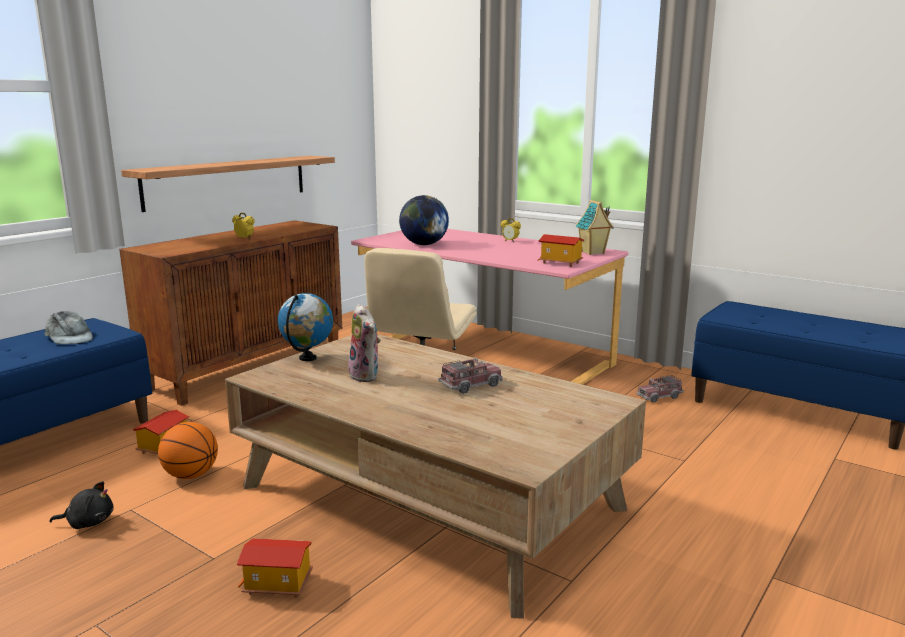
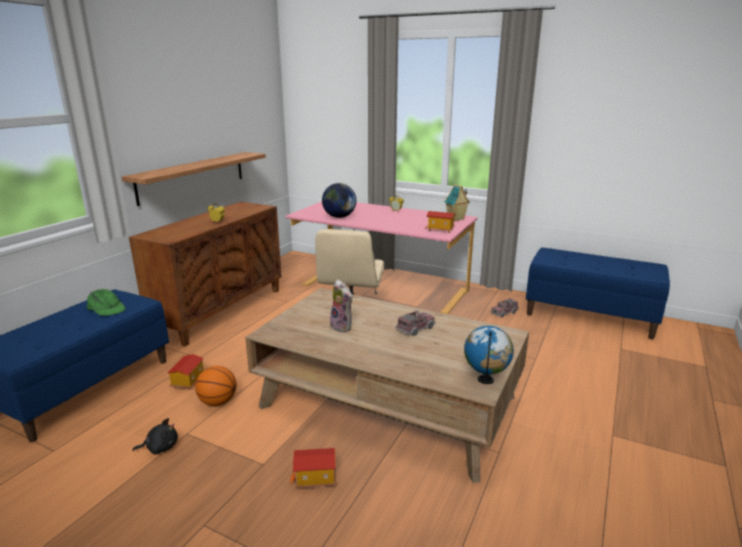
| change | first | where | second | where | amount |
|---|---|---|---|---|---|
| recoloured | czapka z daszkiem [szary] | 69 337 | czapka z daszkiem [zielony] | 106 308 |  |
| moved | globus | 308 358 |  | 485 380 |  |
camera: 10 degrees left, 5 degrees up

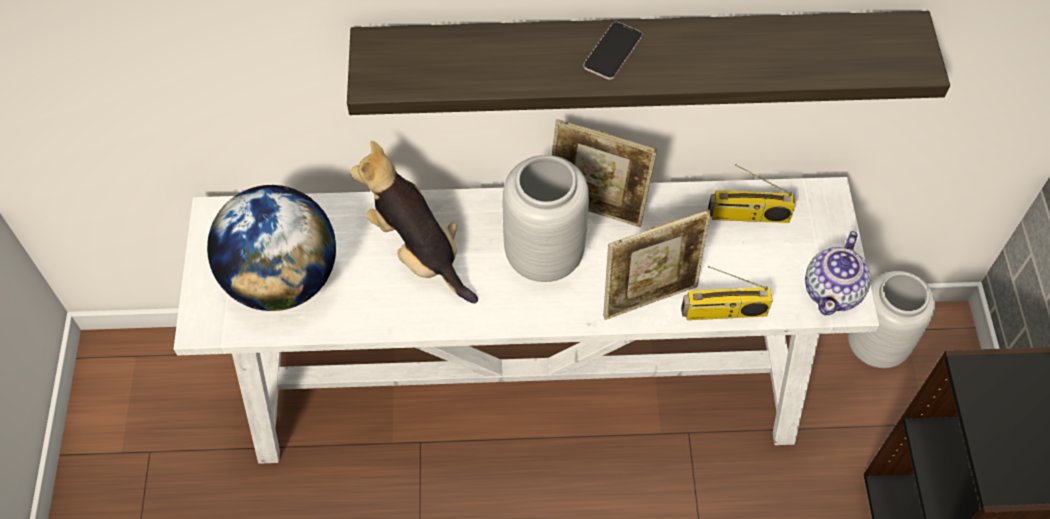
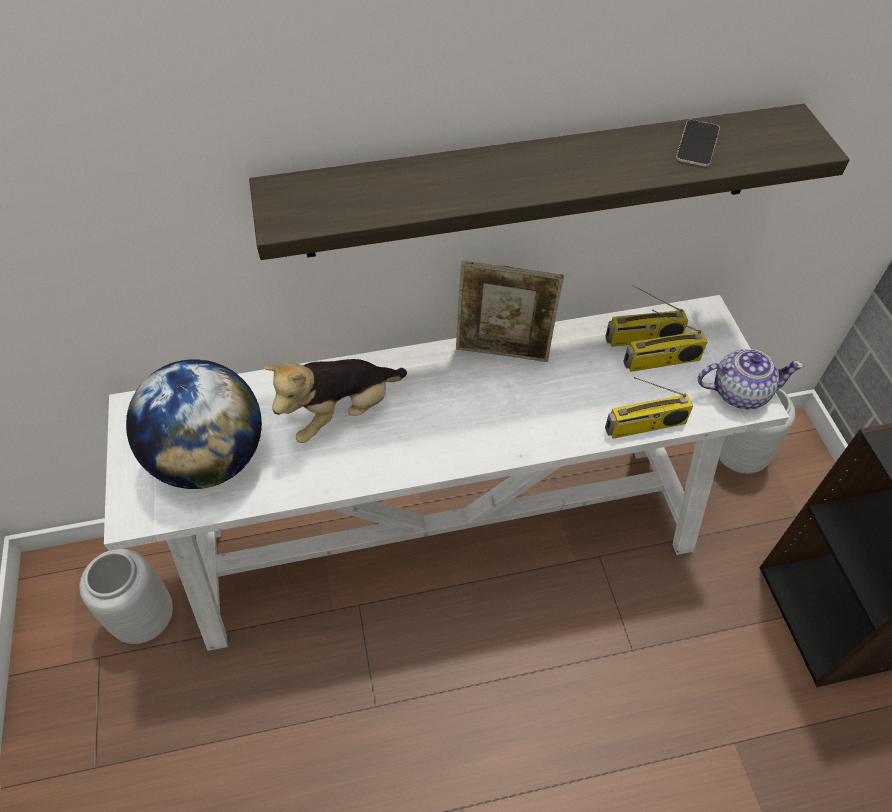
| change | first | where | second | where | amount |
|---|---|---|---|---|---|
| turned | pluszak | 419 251 |  | 342 413 | 75 degrees counterclockwise |
| moved | wazon [szary] | 543 257 |  | 144 619 |  |
| moved | telefon | 613 51 |  | 697 144 |  |
| removed | ramka na zdjęcie | 649 297 |  |  |  |
| turned | imbryk | 833 290 |  | 738 392 | 105 degrees counterclockwise |
| added |  |  | radio | 661 362 |  |
camera: 10 degrees left, 5 degrees down

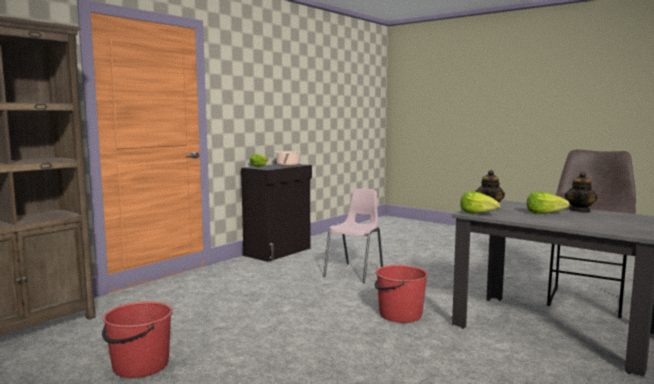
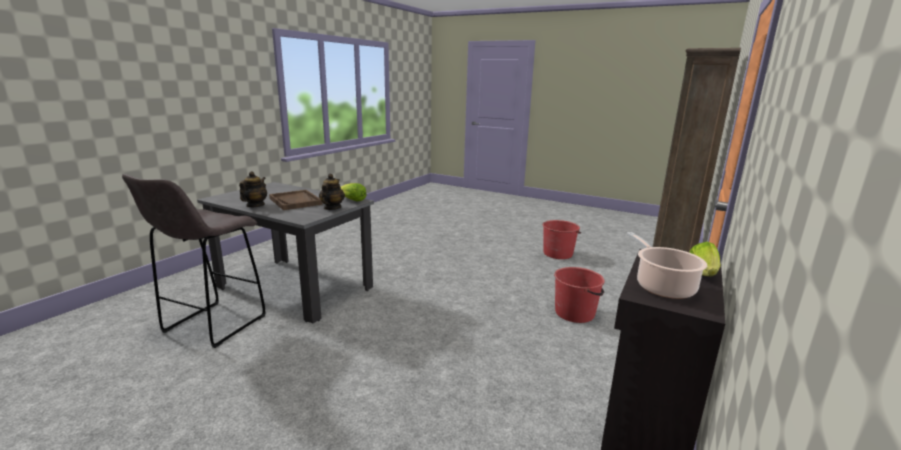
| change | first | where | second | where | amount |
|---|---|---|---|---|---|
| removed | krzesło [różowy] | 355 272 |  |  |  |
| moved | wiadro [czerwony] | 399 314 |  | 575 313 |  |
| replaced | sałata | 544 213 | taca [brązowy] | 295 201 |  |
camera: 170 degrees right, 10 degrees up

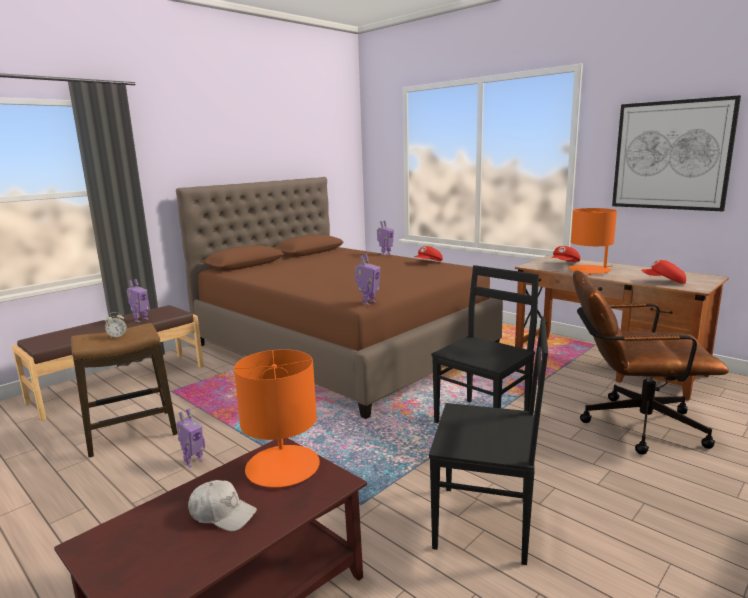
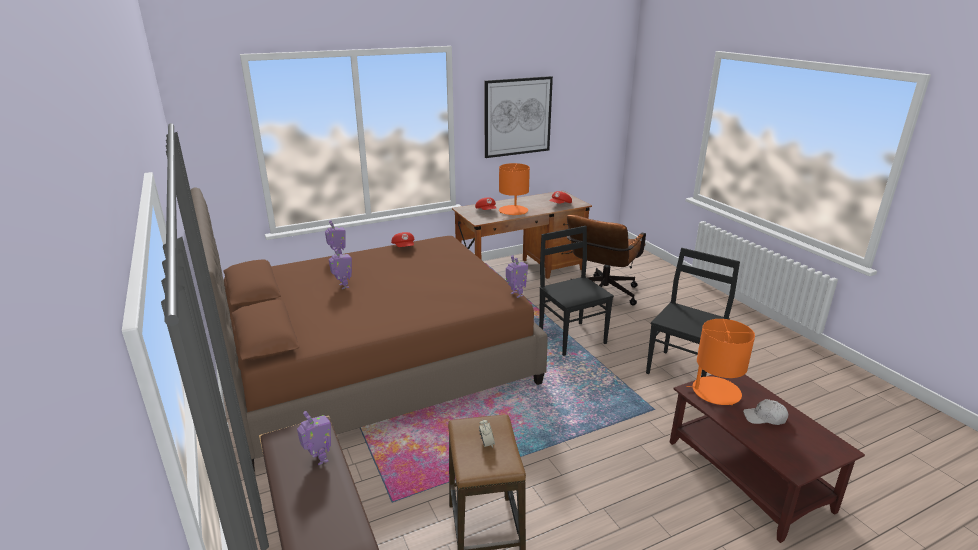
| change | first | where | second | where | amount |
|---|---|---|---|---|---|
| moved | robot zabawkowy | 193 462 |  | 343 286 |  |
| turned | czapka z daszkiem [biały] | 222 514 |  | 764 418 | 120 degrees counterclockwise |
camera: 70 degrees left, 10 degrees up

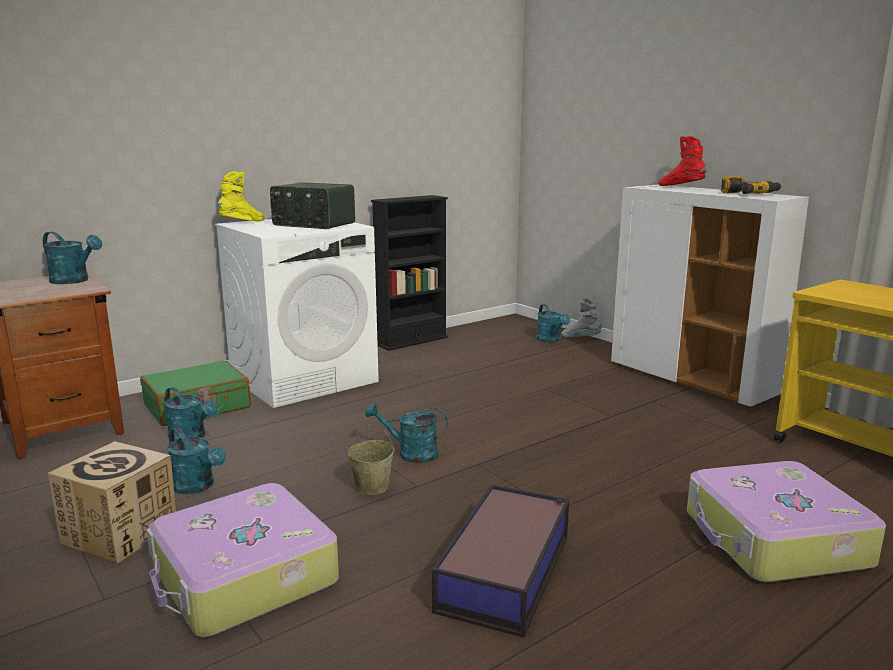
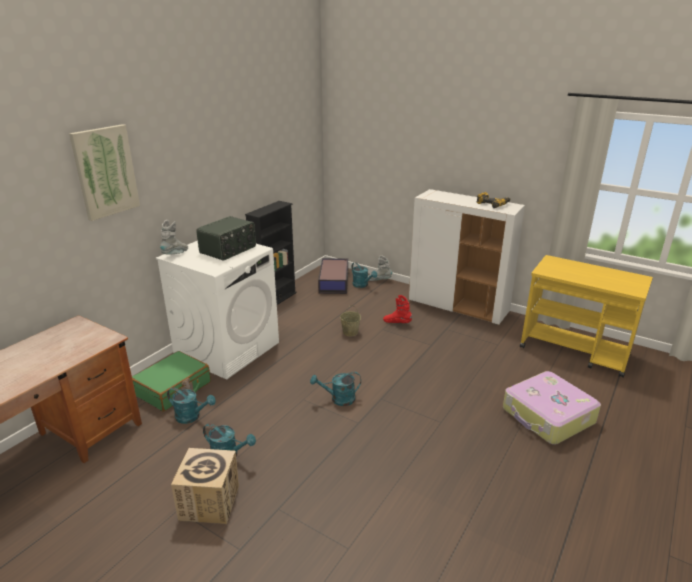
| change | first | where | second | where | amount |
|---|---|---|---|---|---|
| removed | konewka [turkusowy] | 74 281 |  |  |  |
| removed | walizka | 243 577 |  |  |  |
| recoloured | but z cholewką [żółty] | 243 223 | but z cholewką [szary] | 176 254 |  |
| turned | radio | 313 224 |  | 229 250 | 60 degrees counterclockwise |
| moved | wiadro [beżowy] | 372 486 |  | 350 332 |  |
| moved | pojemnik do przechowywania | 506 571 |  | 334 281 |  |
| moved | but z cholewką [czerwony] | 681 187 |  | 397 323 |  |
| added |  |  | obraz | 105 171 |  |
camera: 20 degrees left, 10 degrees up

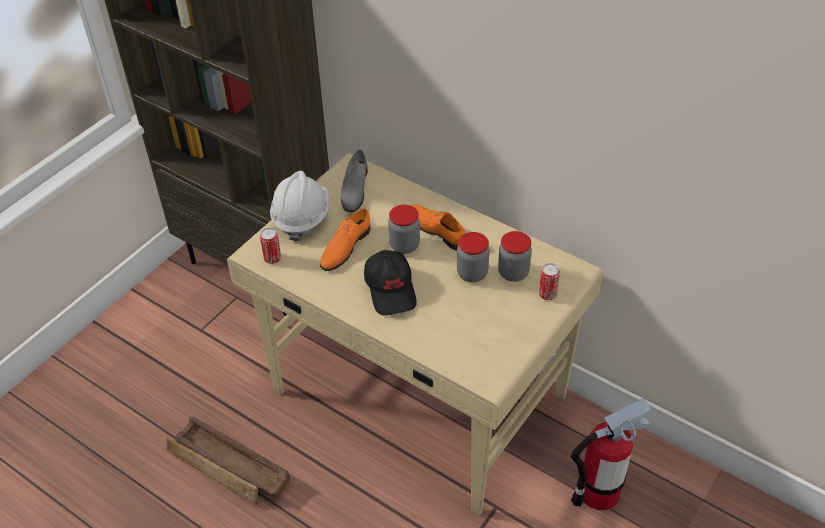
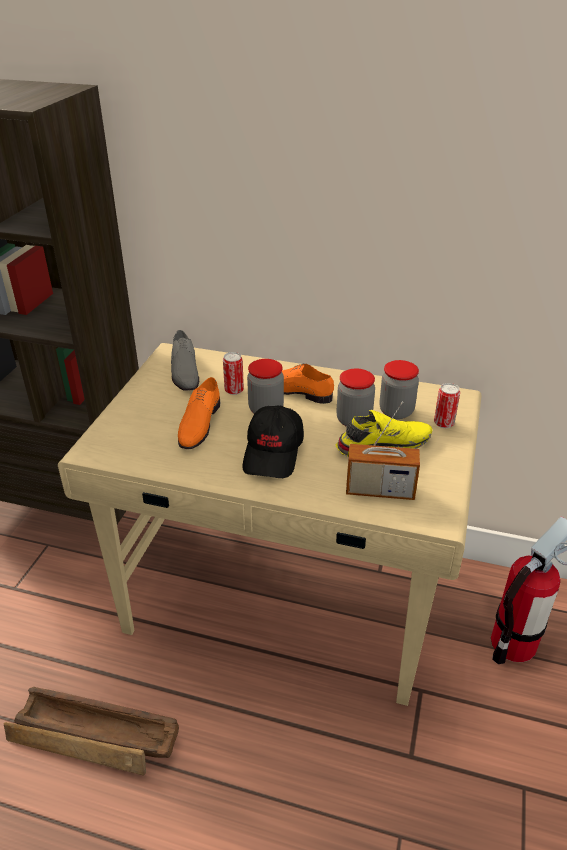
| change | first | where | second | where | amount |
|---|---|---|---|---|---|
| moved | puszka | 272 258 |  | 234 390 |  |
| removed | kask [biały] | 301 217 |  |  |  |
| turned | czapka z daszkiem [czarny] | 391 289 |  | 274 453 | 45 degrees clockwise |
| added |  |  | but [żółty] | 383 444 |  |
| added |  |  | radio | 380 490 |  |
camera: 20 degrees left, 10 degrees down

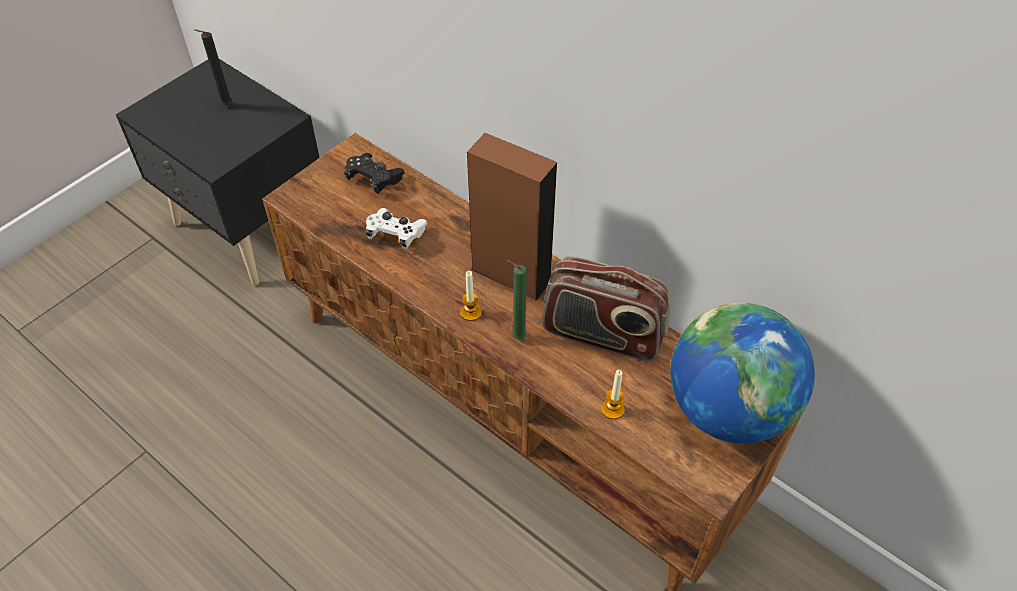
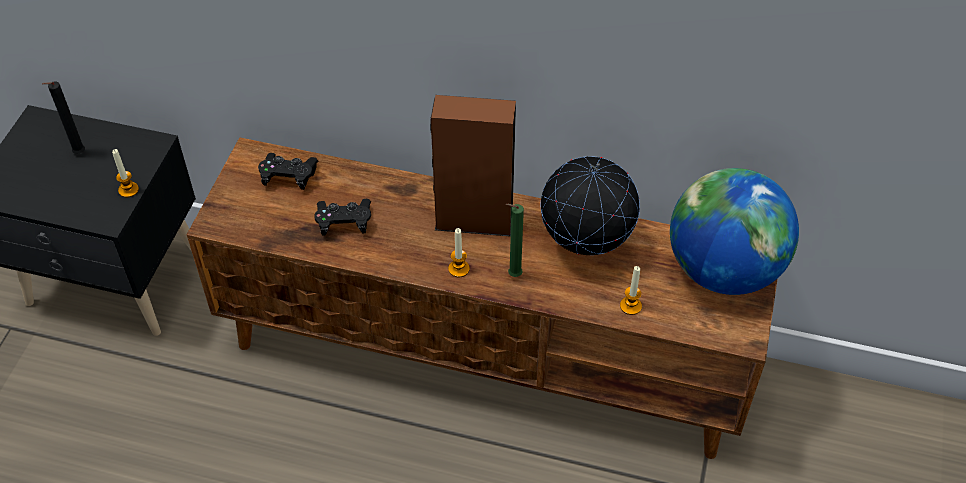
| change | first | where | second | where | amount |
|---|---|---|---|---|---|
| recoloured | pad do gier [biały] | 396 234 | pad do gier [czarny] | 344 222 |  |
| replaced | radio | 602 334 | globus | 586 245 |  |
| added |  |  | świeca | 128 190 |  |
camera: 25 degrees left, 0 degrees up

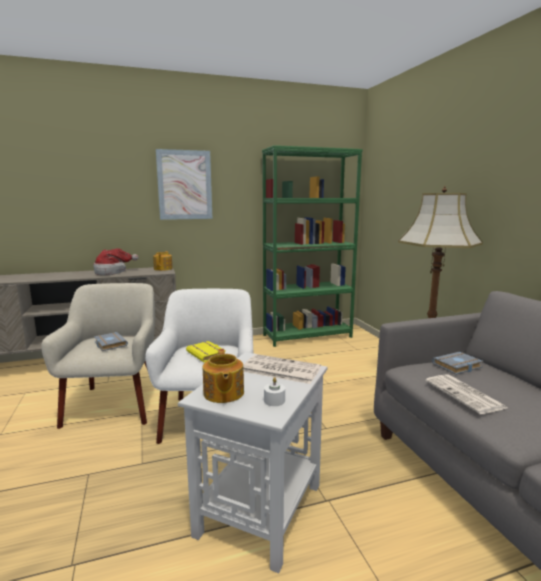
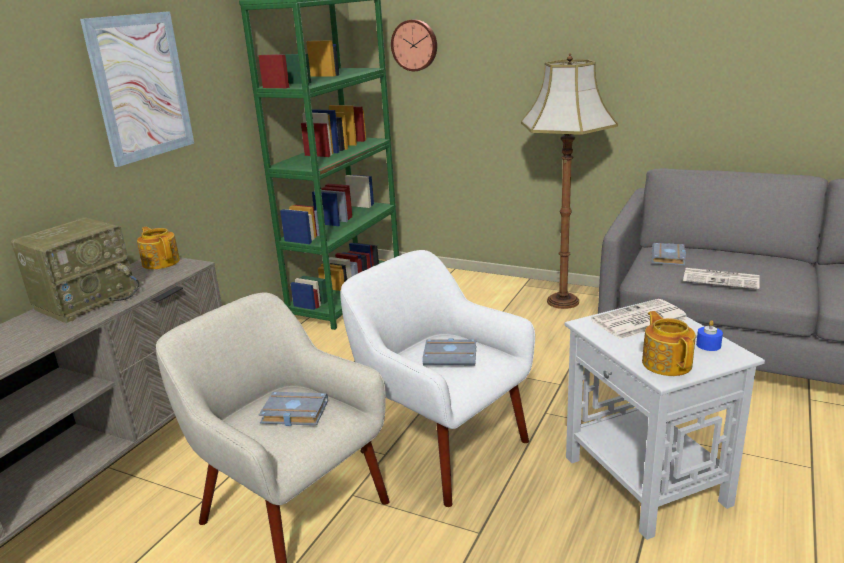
| change | first | where | second | where | amount |
|---|---|---|---|---|---|
| replaced | kapelusz | 112 272 | radio | 86 301 |  |
| recoloured | książka [żółty] | 207 354 | książka [szary] | 451 356 |  |
| turned | imbryk | 223 393 |  | 666 363 | 135 degrees counterclockwise |
| recoloured | świeca [biały] | 274 400 | świeca [niebieski] | 708 345 |  |
| added |  |  | zegar ścienny | 415 45 |  |
camera: 45 degrees left, 10 degrees up

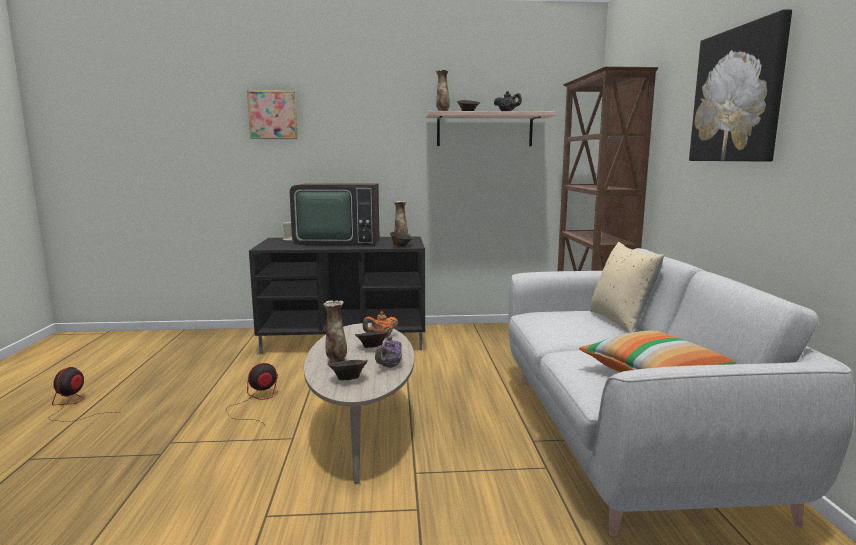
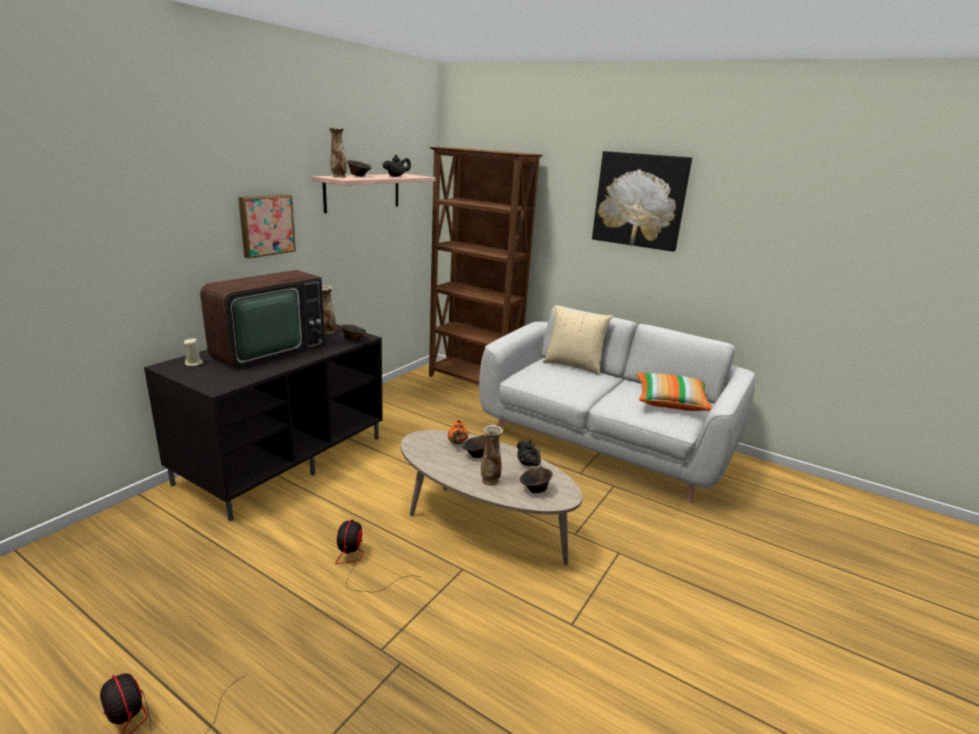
| change | first | where | second | where | amount |
|---|---|---|---|---|---|
| moved | obraz | 273 115 |  | 266 225 |  |
| recoloured | imbryk [fioletowy] | 389 366 | imbryk [czarny] | 528 464 |  |
camera: 55 degrees left, 10 degrees up

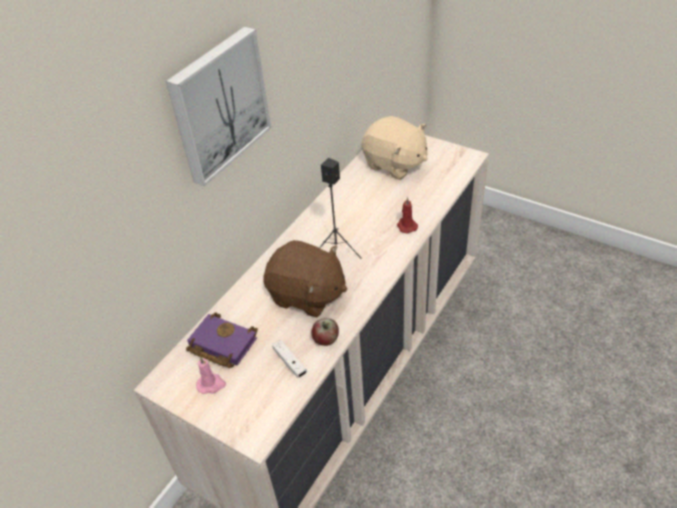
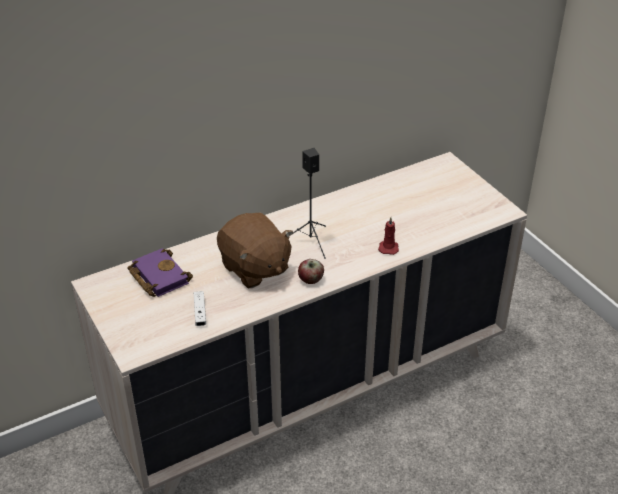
| change | first | where | second | where | amount |
|---|---|---|---|---|---|
| removed | obraz | 218 105 |  |  |  |
| removed | świeca [różowy] | 211 384 |  |  |  |
| moved | jabłko | 326 340 |  | 310 280 |  |
| removed | pluszak [beżowy] | 394 164 |  |  |  |
camera: 25 degrees right, 5 degrees down

